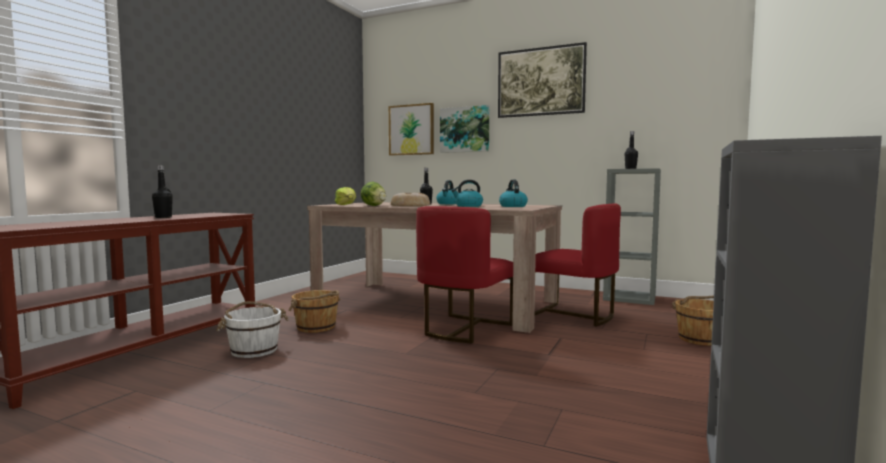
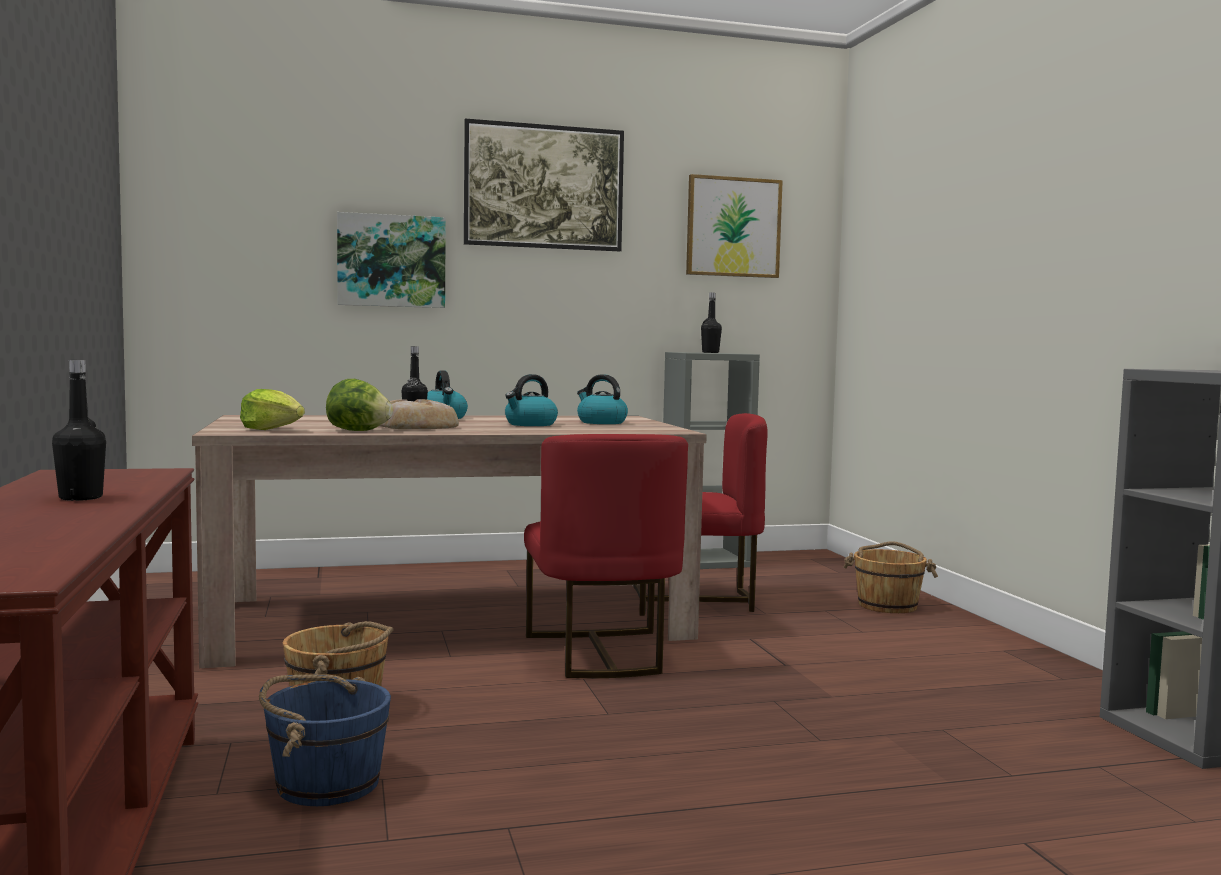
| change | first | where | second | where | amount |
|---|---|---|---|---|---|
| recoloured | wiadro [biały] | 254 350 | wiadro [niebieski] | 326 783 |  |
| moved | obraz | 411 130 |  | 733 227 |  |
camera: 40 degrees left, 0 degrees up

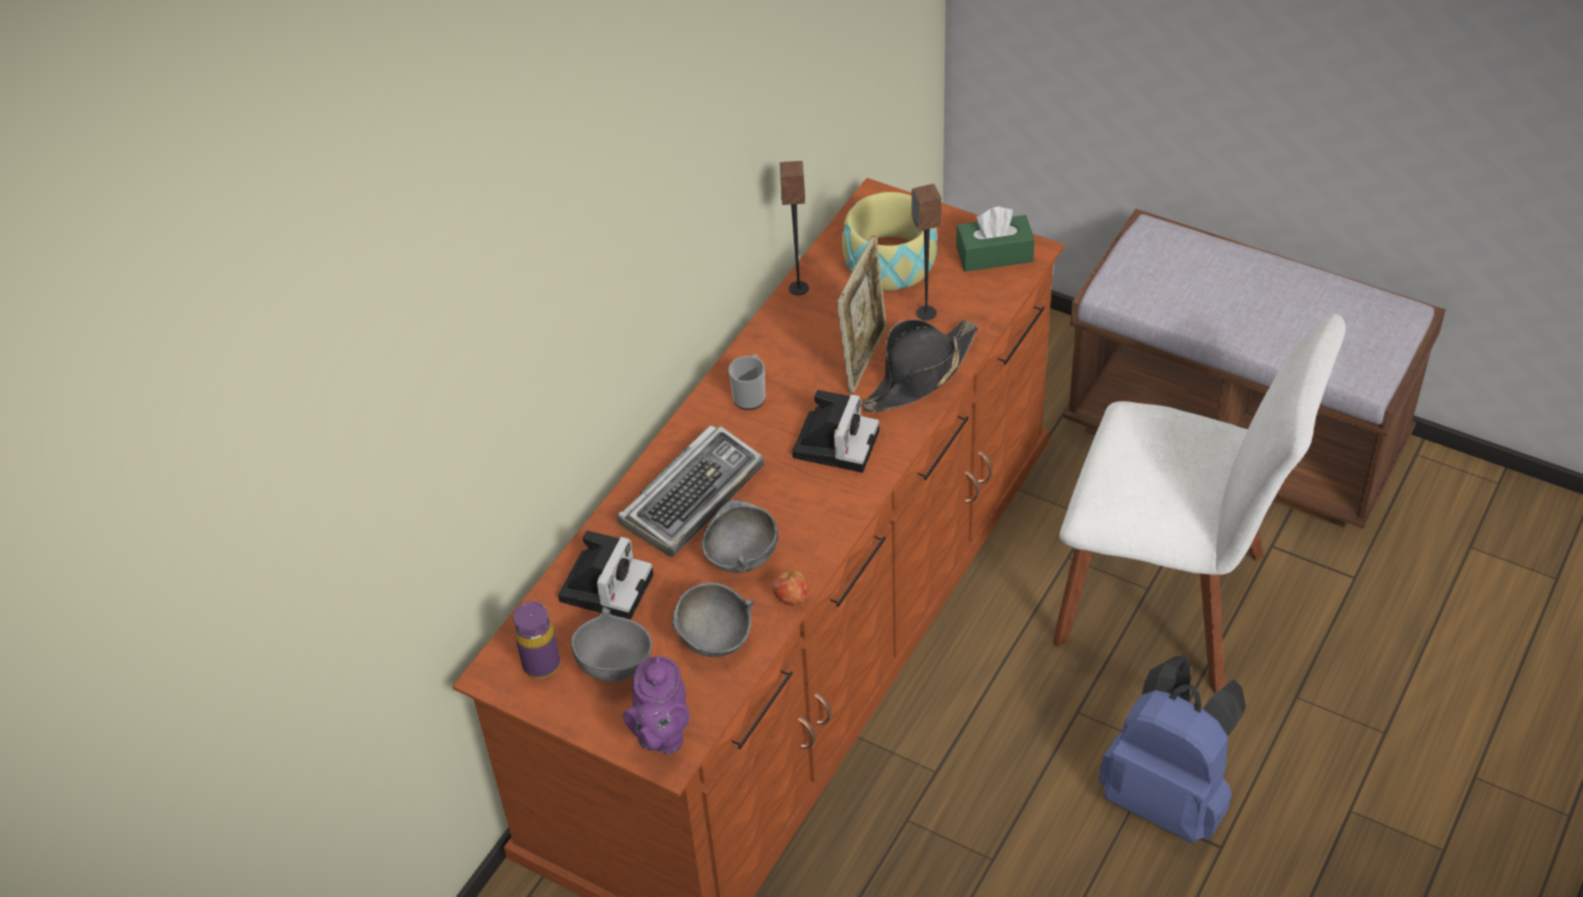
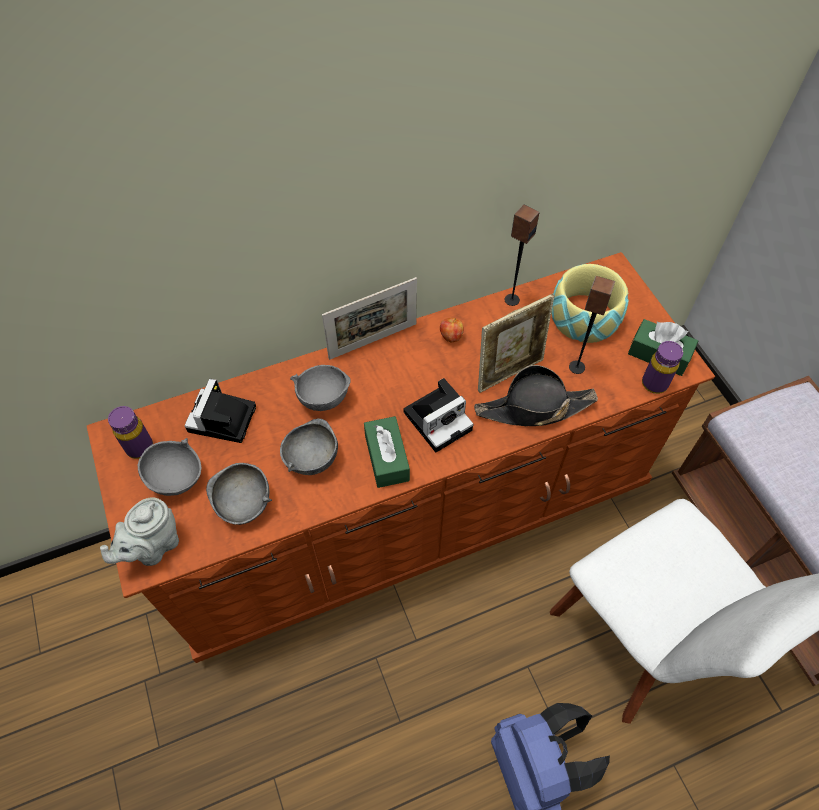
| change | first | where | second | where | amount |
|---|---|---|---|---|---|
| turned | aparat fotograficzny | 606 585 |  | 222 421 | 135 degrees clockwise |
| replaced | klawiatura | 693 496 | miska [szary] | 323 397 |  |
| recoloured | imbryk [fioletowy] | 661 734 | imbryk [szary] | 153 547 |  |
| removed | kubek | 750 395 |  |  |  |
| moved | jabłko | 791 598 |  | 451 337 |  |
| added |  |  | ramka na zdjęcie | 373 341 |  |
| added |  |  | pudełko chusteczek [zielony] | 387 458 |  |
| added |  |  | butelka [fioletowy] | 654 384 |  |
camera: 35 degrees right, 10 degrees up

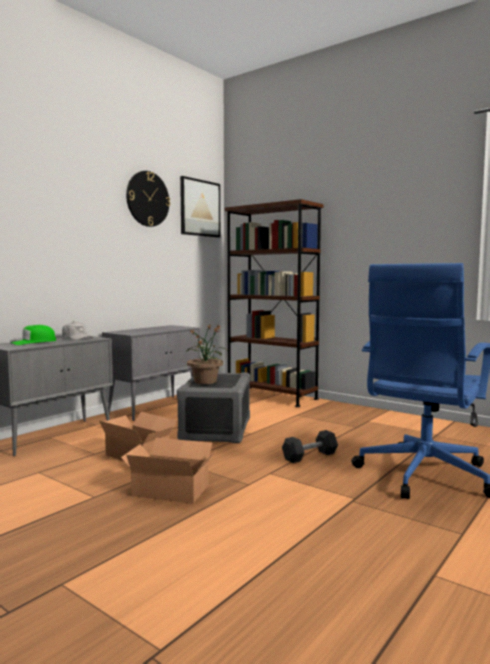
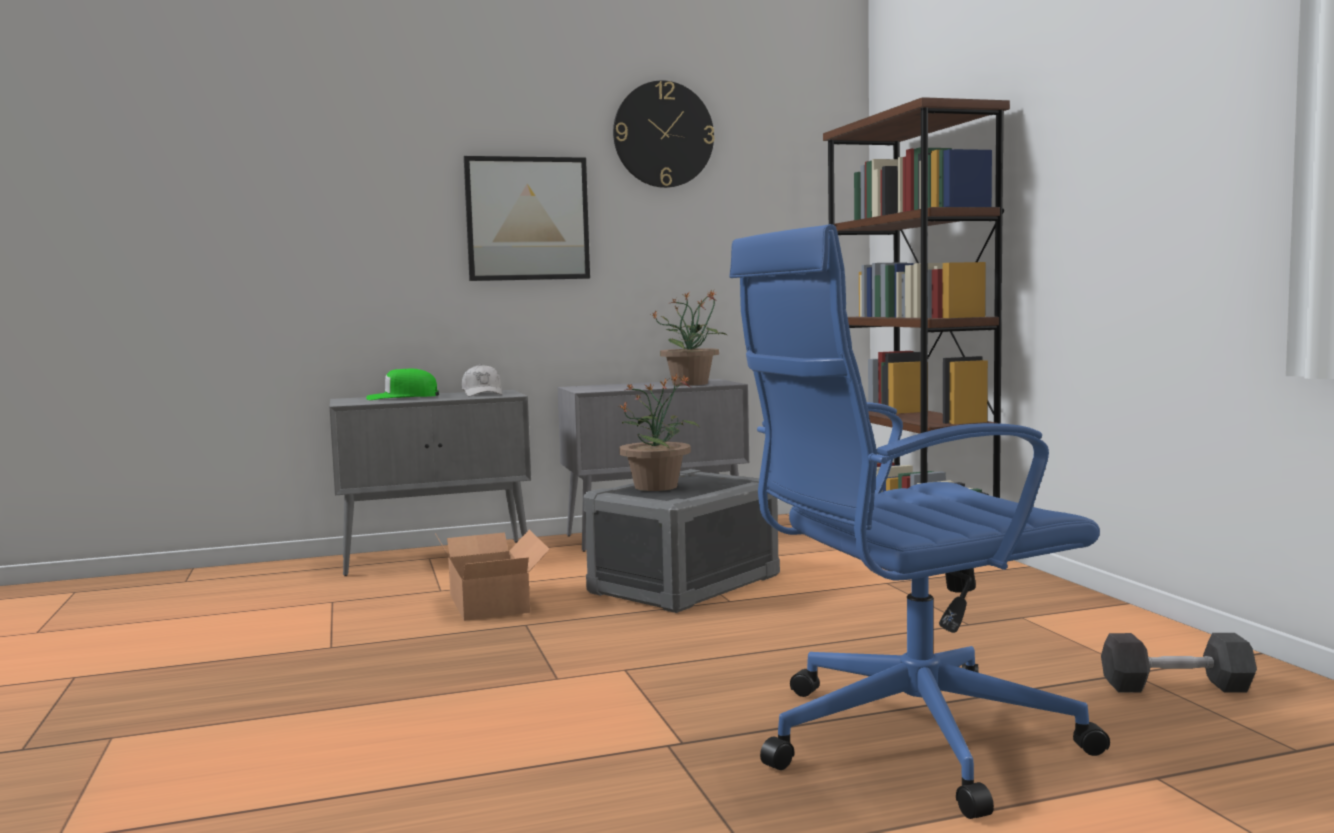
| change | first | where | second | where | amount |
|---|---|---|---|---|---|
| removed | karton | 170 489 |  |  |  |
| moved | obraz | 200 208 |  | 527 219 |  |
| moved | hantel [szary] | 310 456 |  | 1176 686 |  |
| added |  |  | roślina doniczkowa | 691 384 |  |
camera: 35 degrees right, 0 degrees up

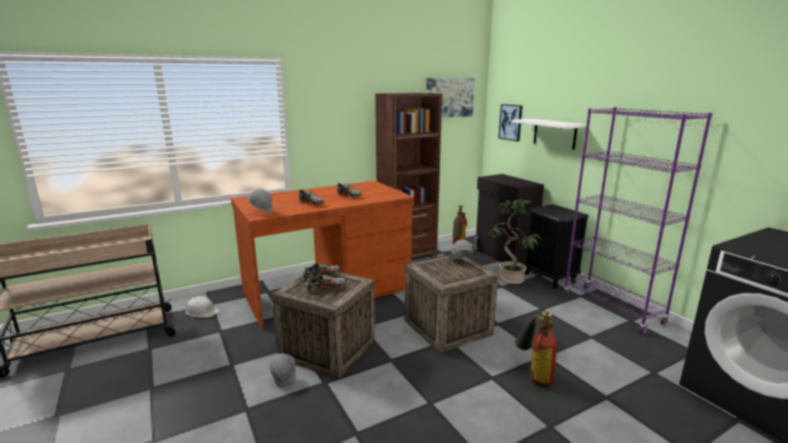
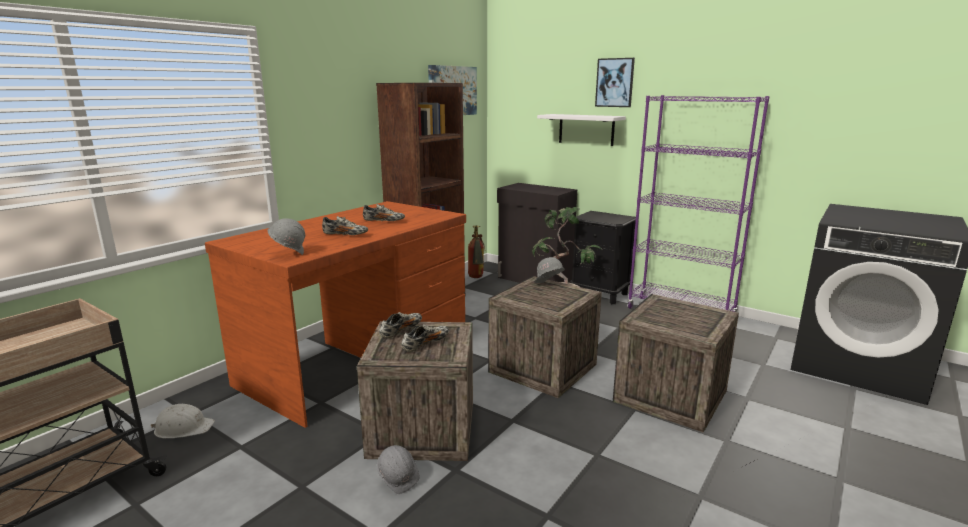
| change | first | where | second | where | amount |
|---|---|---|---|---|---|
| moved | obraz | 511 122 |  | 615 82 |  |
| replaced | gaśnica | 534 376 | skrzynka | 670 396 |  |
camera: 25 degrees left, 0 degrees up

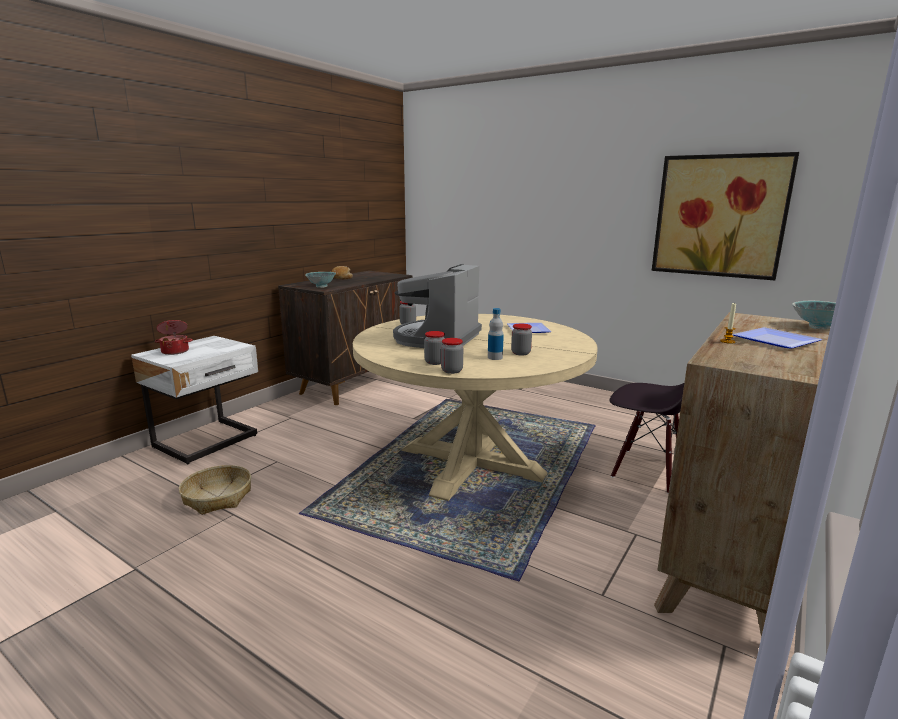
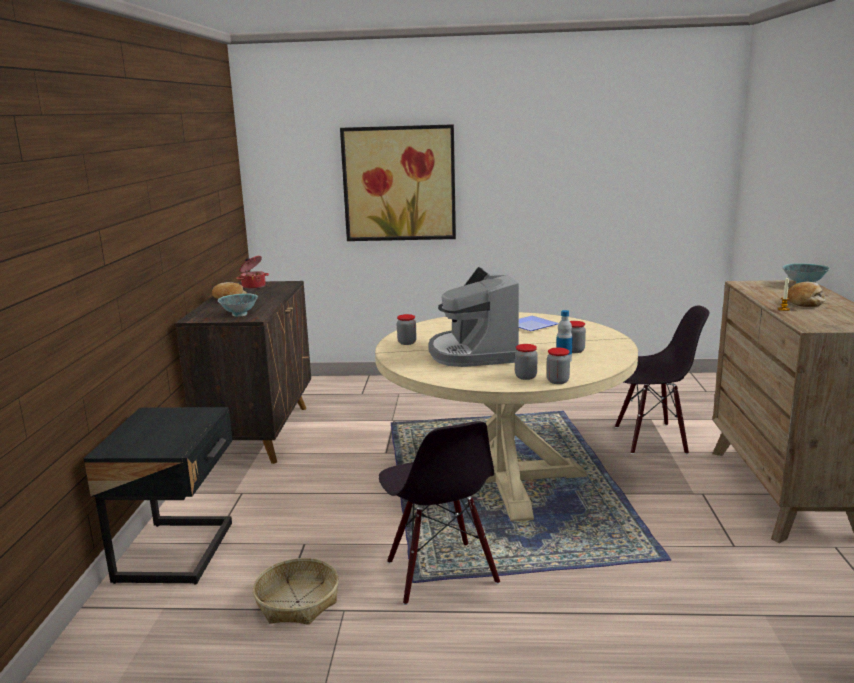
| change | first | where | second | where | amount |
|---|---|---|---|---|---|
| recoloured | szafka nocna [biały] | 208 442 | szafka nocna [czarny] | 180 552 |  |
| moved | garnek | 175 351 |  | 253 286 |  |
| moved | obraz | 719 216 |  | 399 183 |  |
| replaced | talerz | 774 340 | chleb | 805 302 |  |
| added |  |  | krzesło [czarny] | 440 573 |  |
camera: 30 degrees left, 0 degrees up

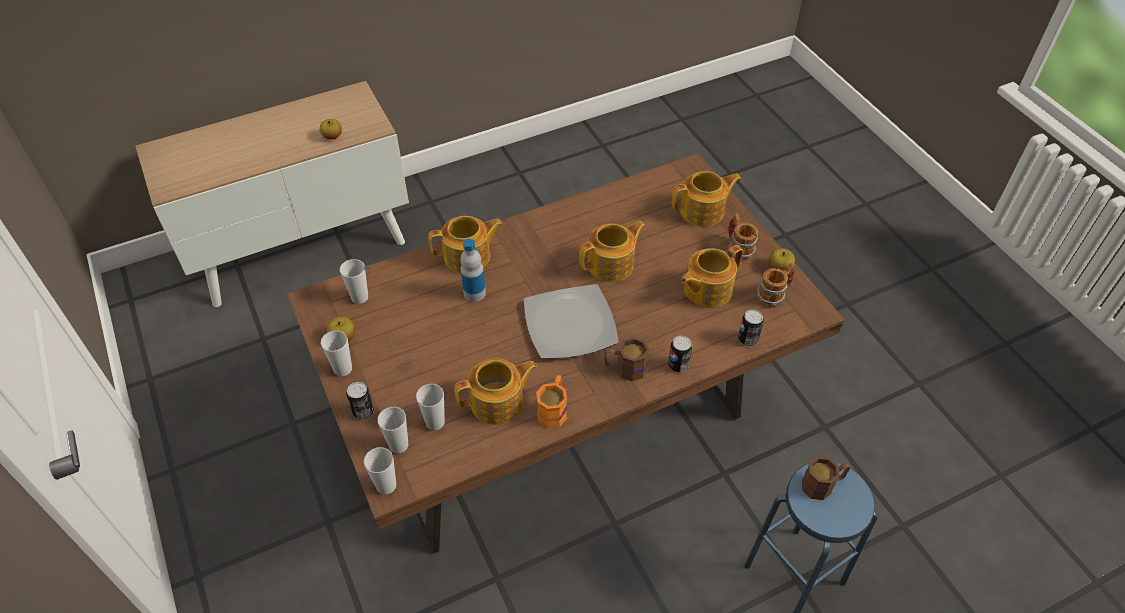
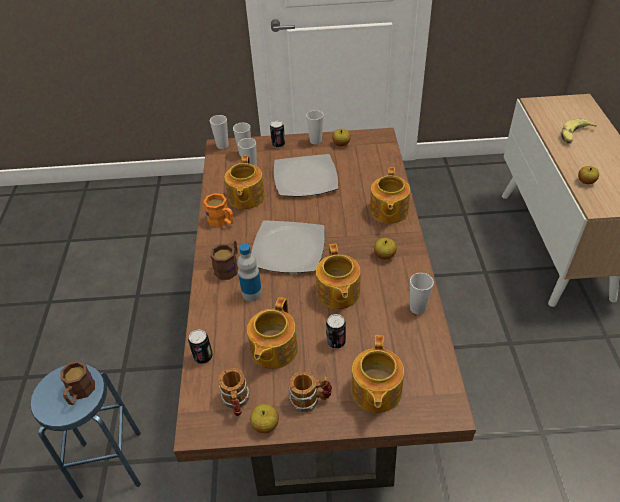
| change | first | where | second | where | amount |
|---|---|---|---|---|---|
| moved | filiżanka | 359 297 |  | 417 308 |  |
| moved | butelka | 474 293 |  | 252 293 |  |
| moved | puszka | 678 365 |  | 336 342 |  |
| turned | imbryk | 706 290 |  | 273 350 | 150 degrees counterclockwise |
| added |  |  | talerz | 305 178 |  |
| added |  |  | jabłko | 384 255 |  |
| added |  |  | banan | 574 135 |  |
camera: 115 degrees right, 5 degrees down

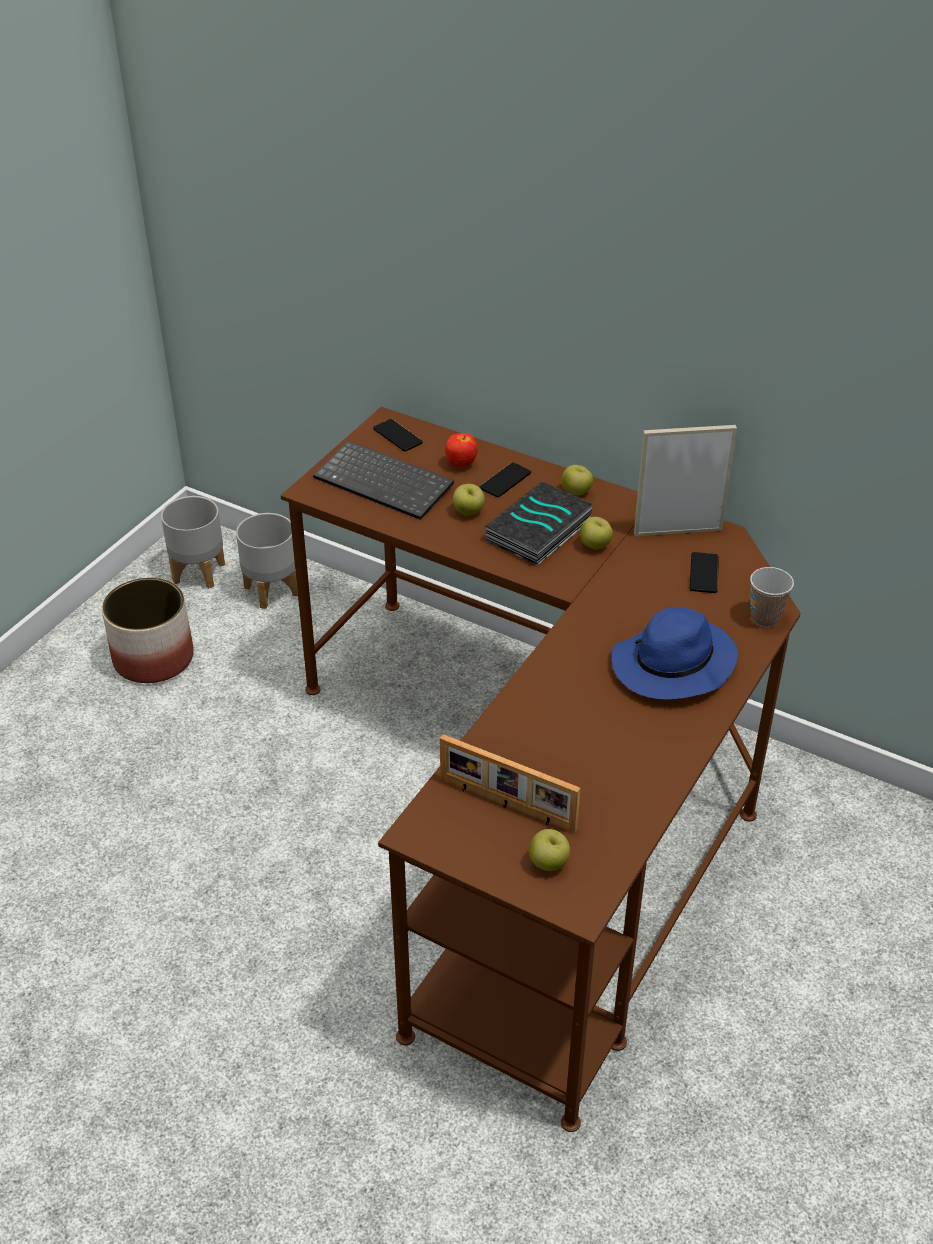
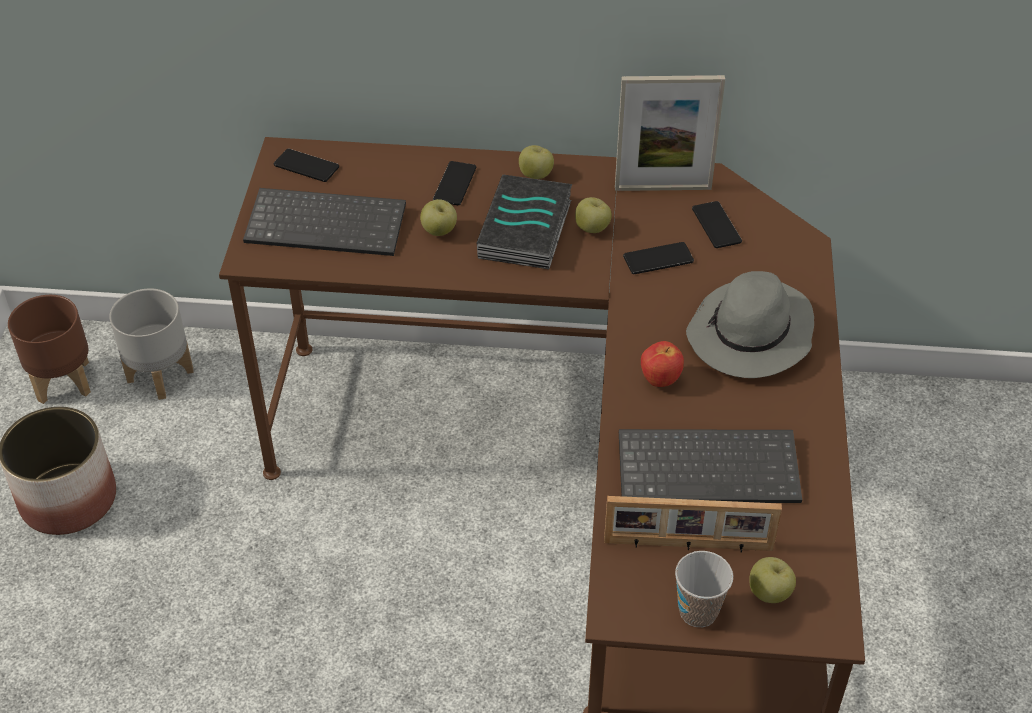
| change | first | where | second | where | amount |
|---|---|---|---|---|---|
| recoloured | donica [szary] | 200 573 | donica [brązowy] | 65 381 |  |
| moved | jabłko | 461 464 |  | 660 380 |  |
| recoloured | kapelusz [niebieski] | 672 667 | kapelusz [szary] | 750 336 |  |
| turned | ramka na zdjęcie | 677 531 |  | 663 188 | 150 degrees counterclockwise |
| moved | filiżanka | 765 618 |  | 698 611 |  |
| added |  |  | klawiatura | 710 467 |  |
| added |  |  | telefon | 658 259 |  |
camera: 25 degrees left, 5 degrees up

